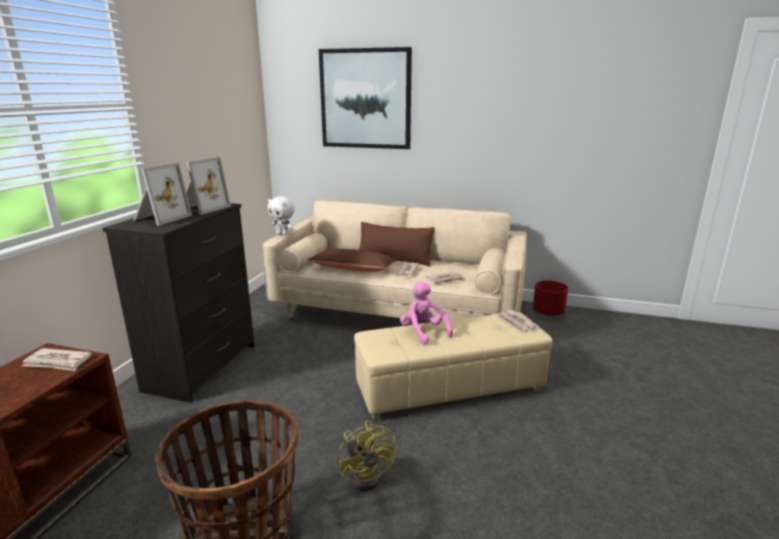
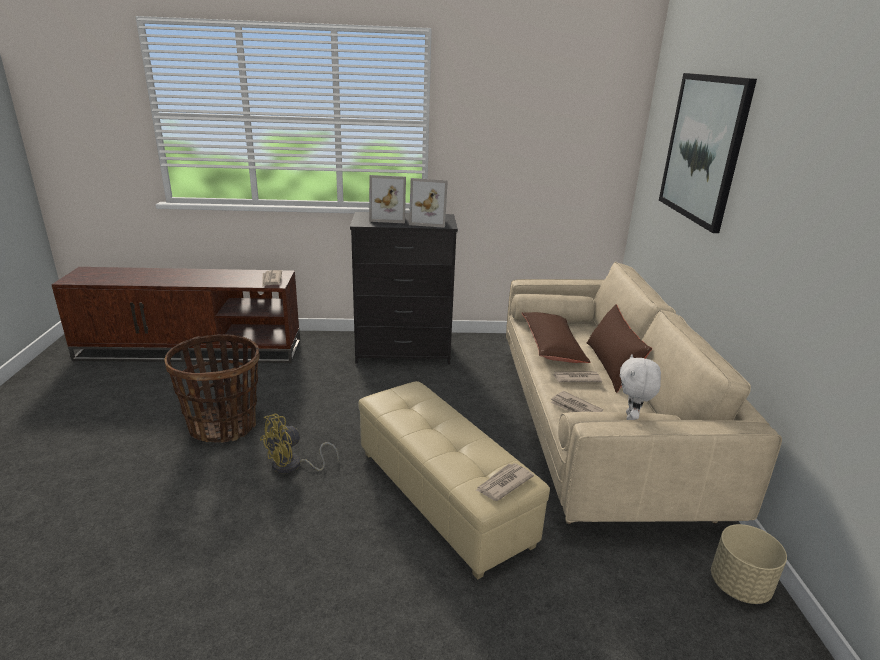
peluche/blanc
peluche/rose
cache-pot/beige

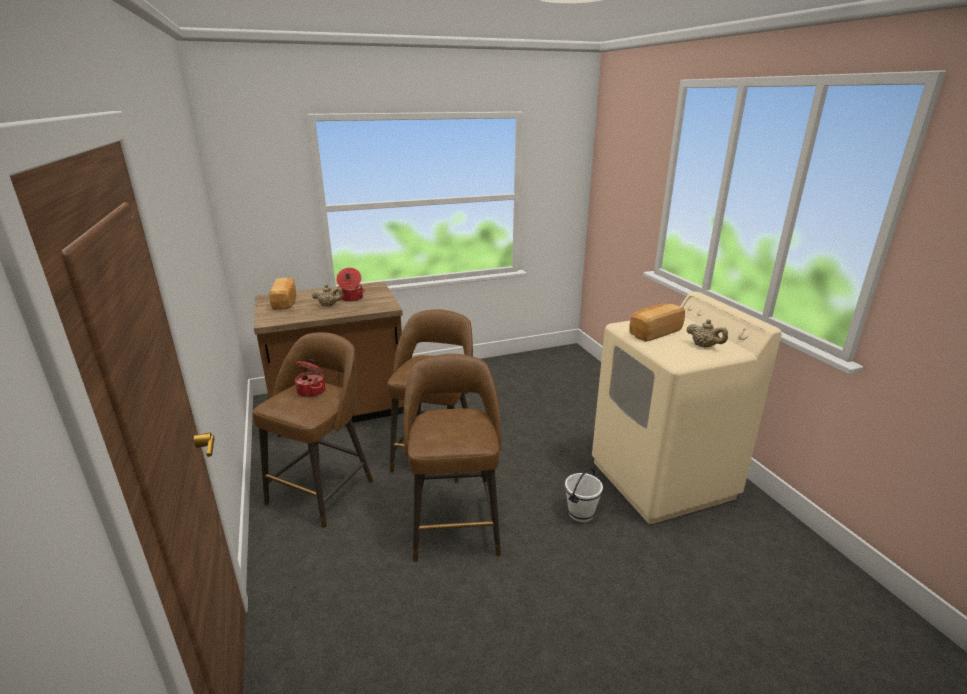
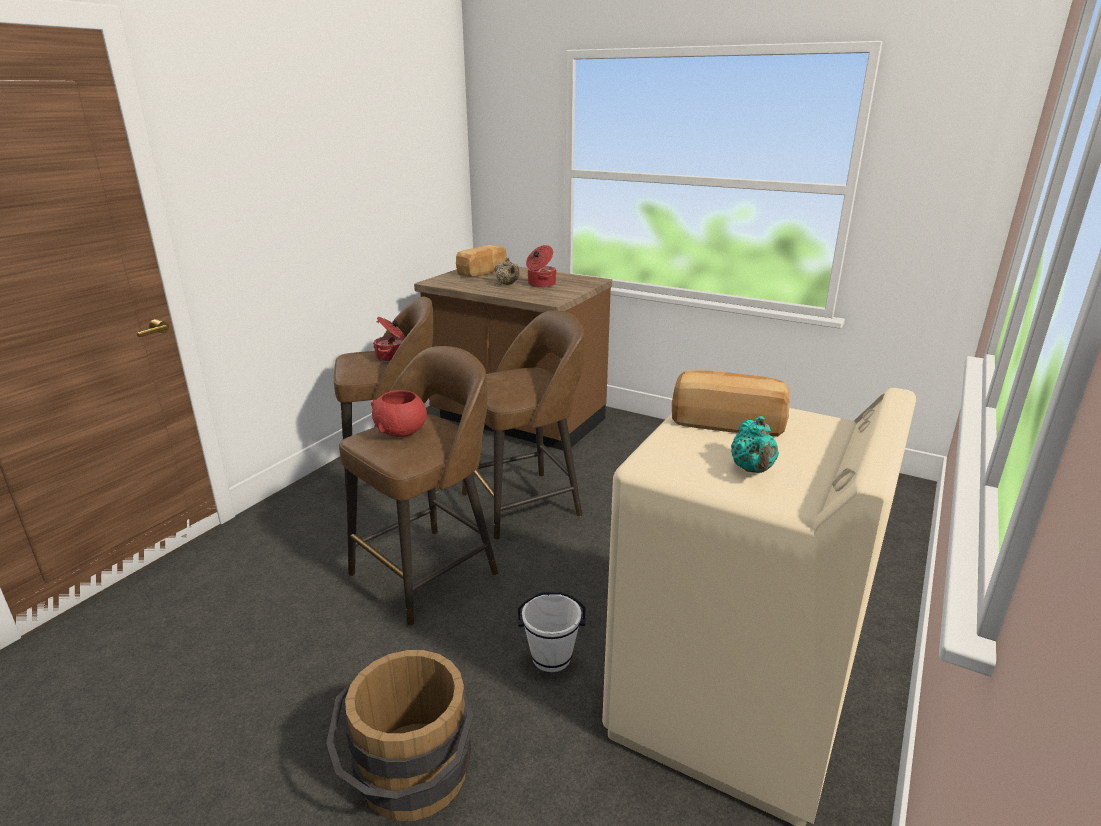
théière/turquoise
seau/marron
bol/rouge

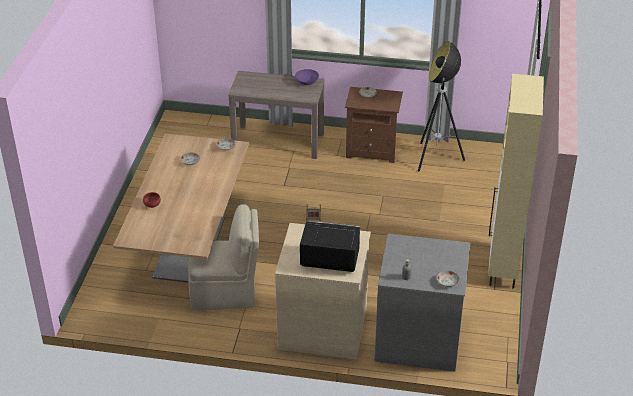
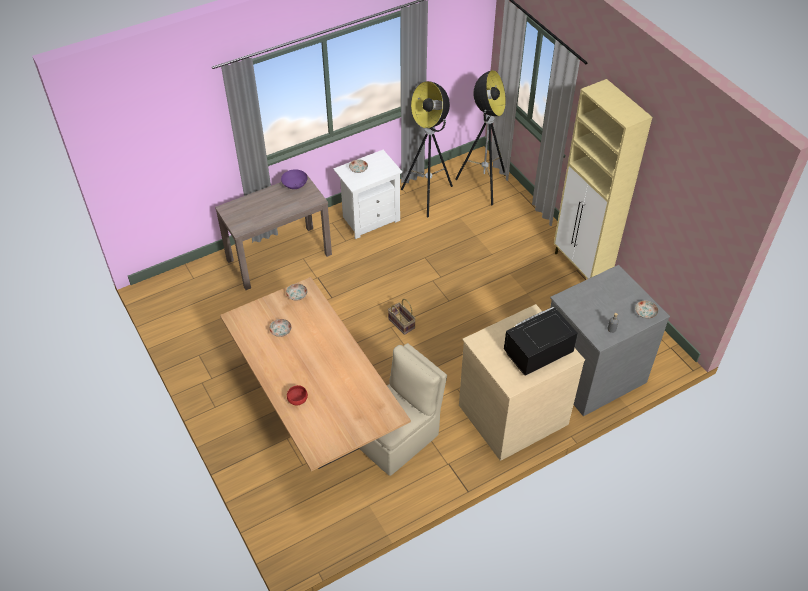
table de chevet/blanc
lampadaire (2nd from left)

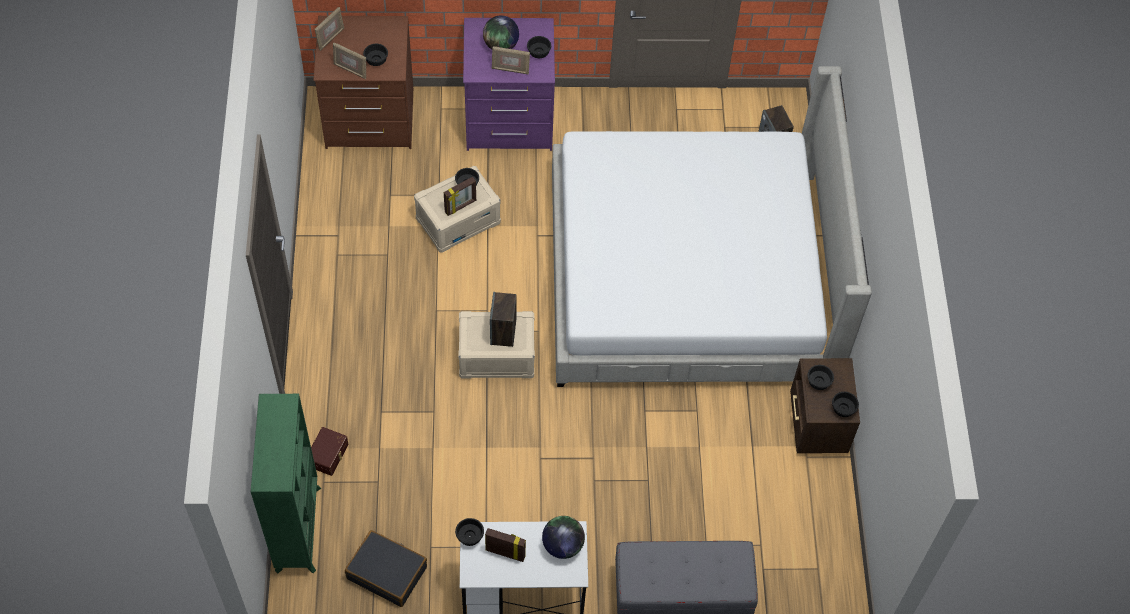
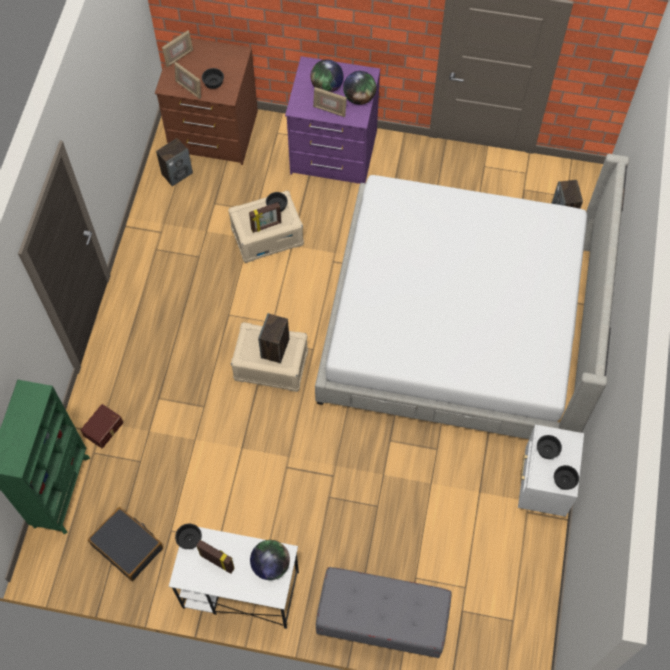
globe (3rd from left)
table de chevet/blanc
enceinte (1st from left)

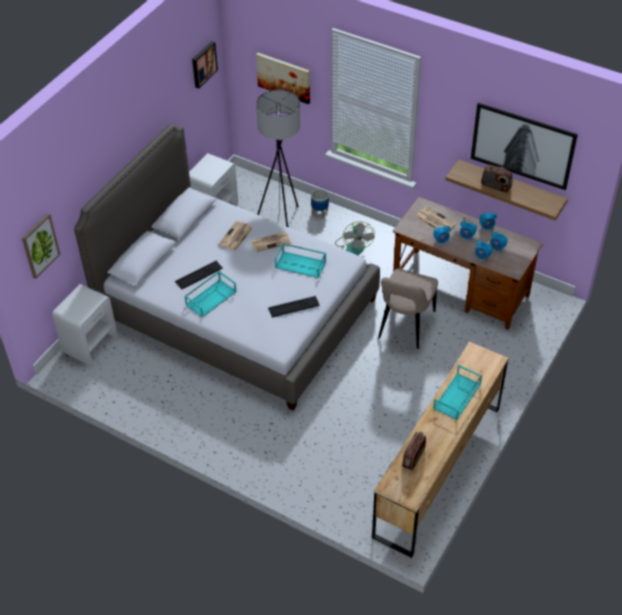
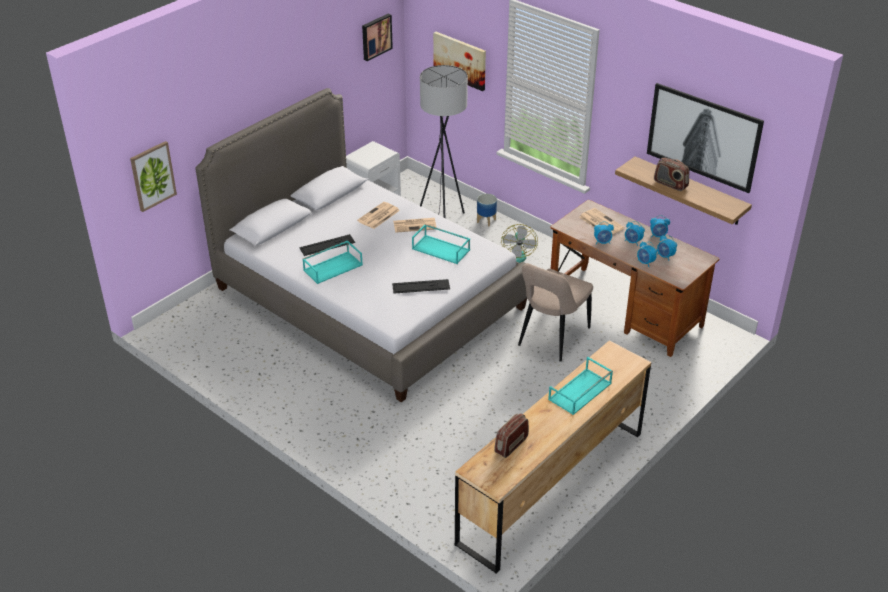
table de chevet/blanc (1st from left in the first image)

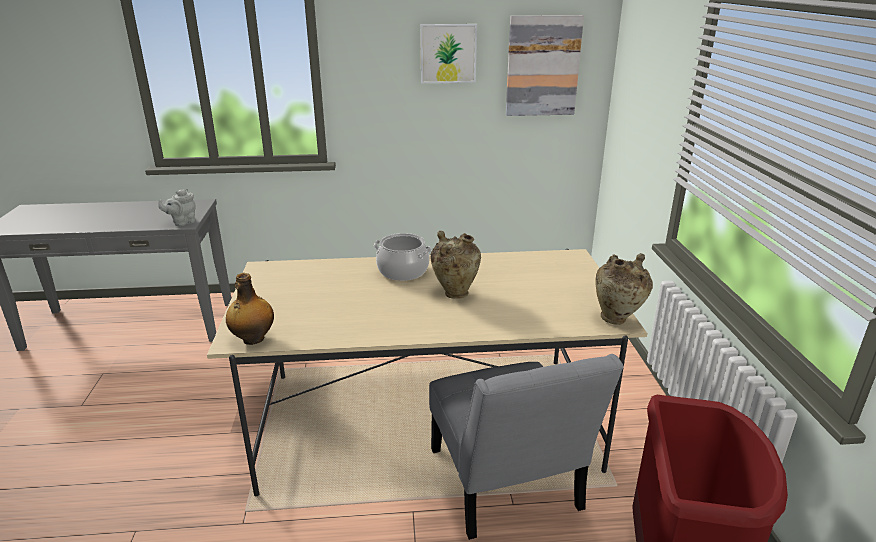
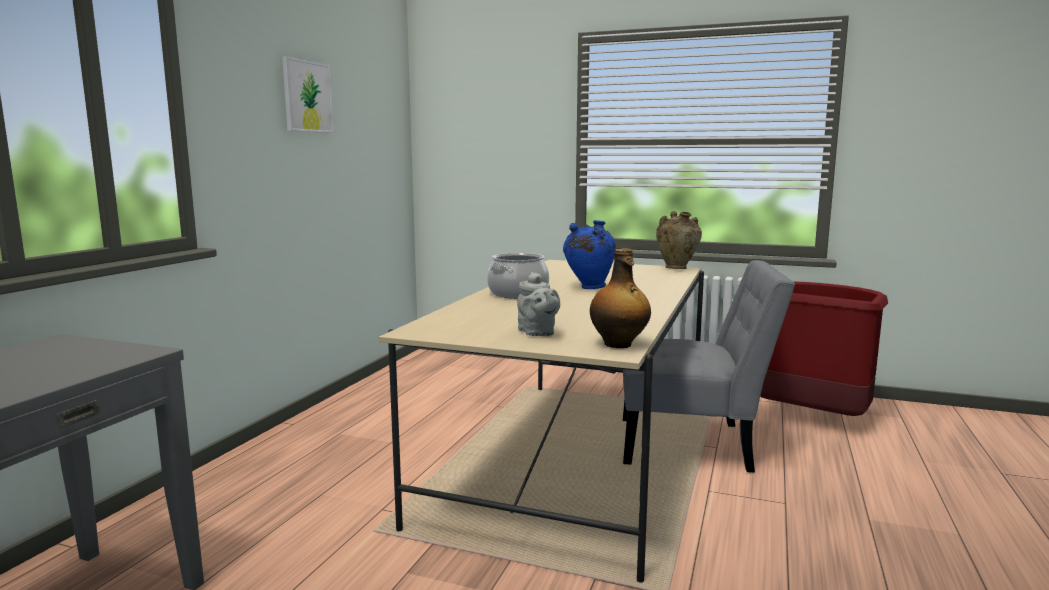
théière/gris
vase/bleu
tableau (2nd from left in the first image)

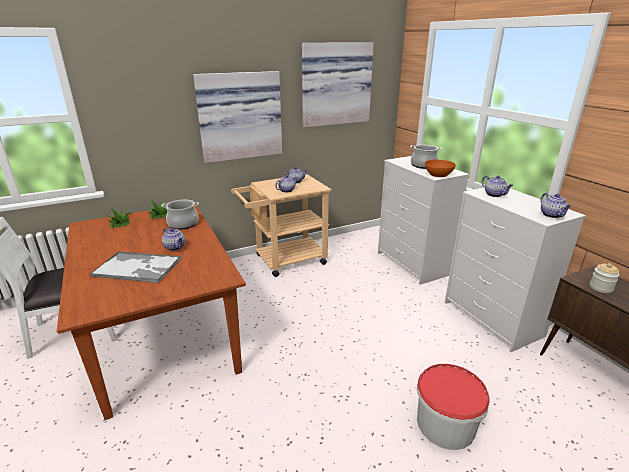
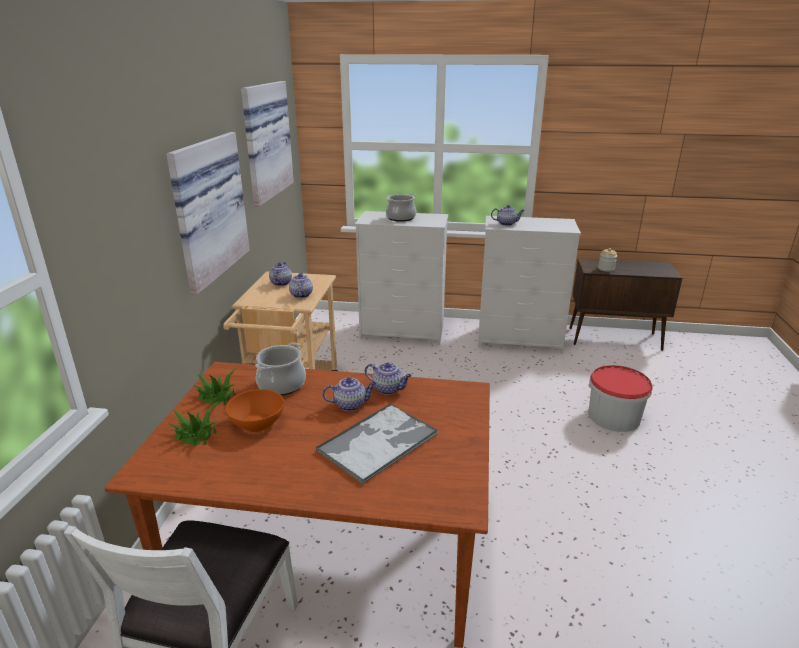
bol/orange
théière (4th from left)

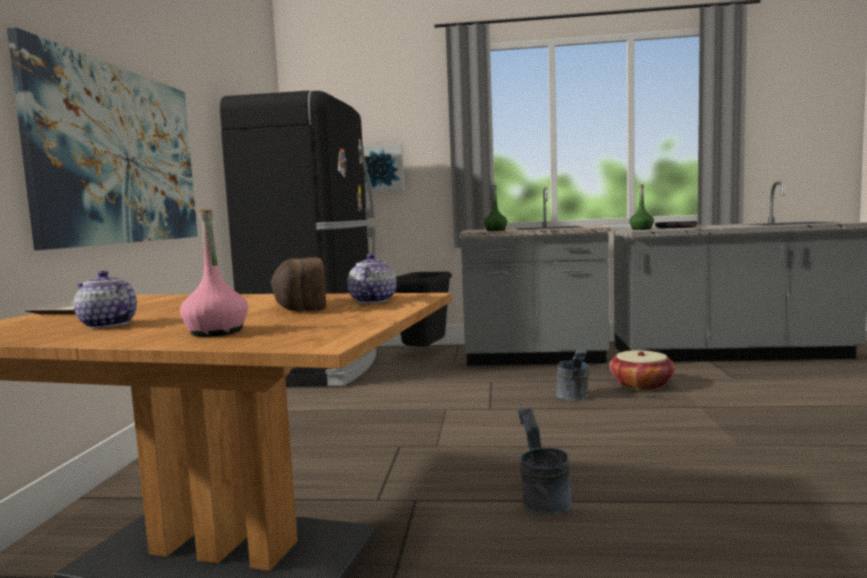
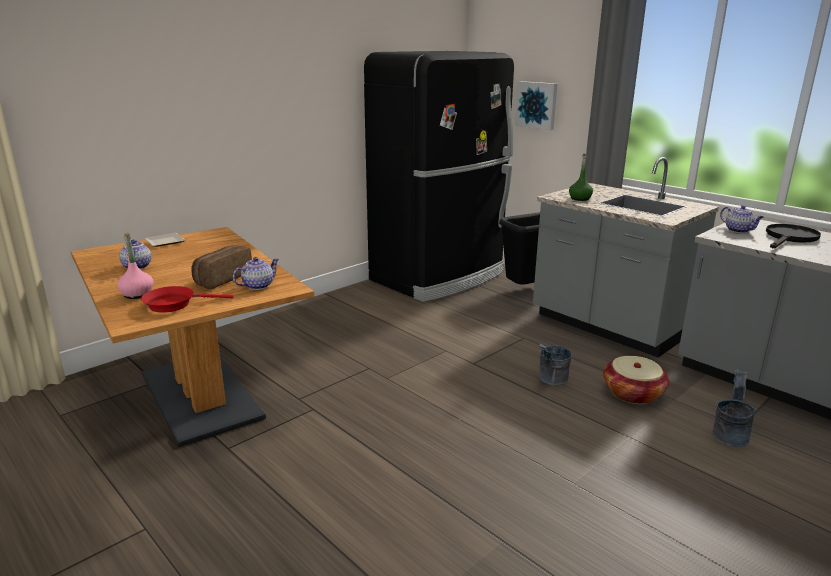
tableau (1st from left in the first image)
seau/gris (2nd from left)
théière (3rd from left)
poêle/rouge

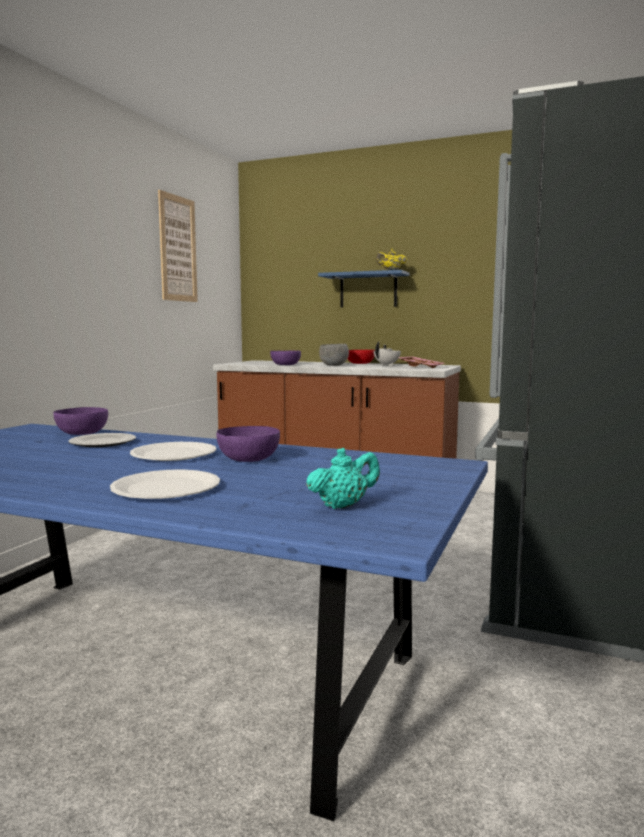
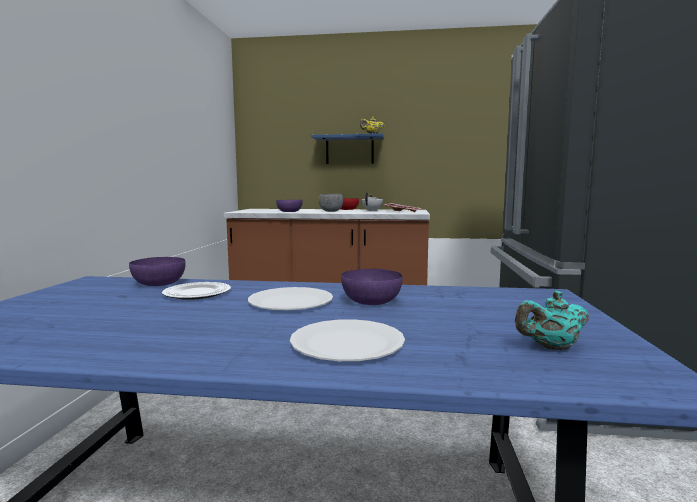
tableau
théière/turquoise

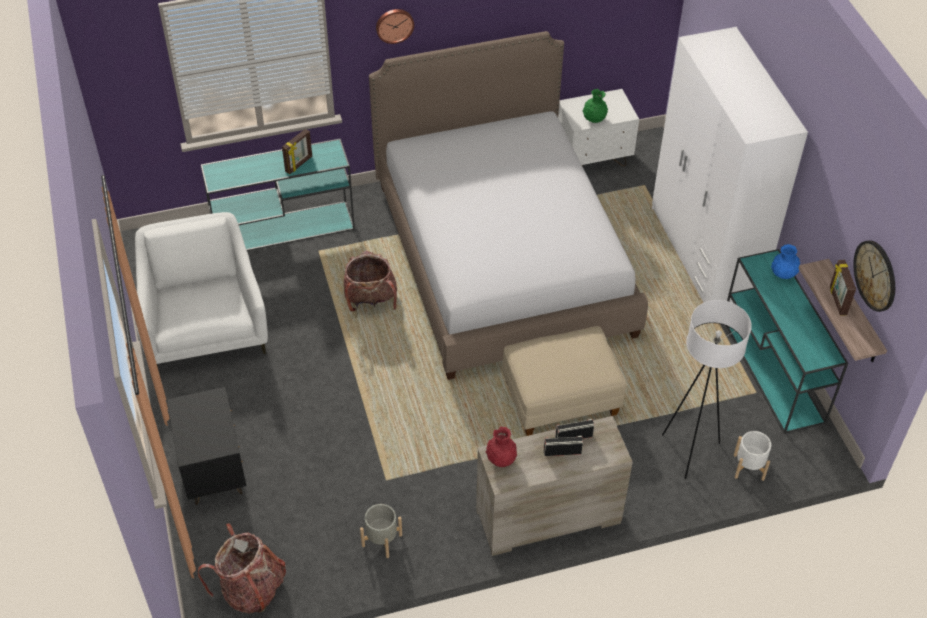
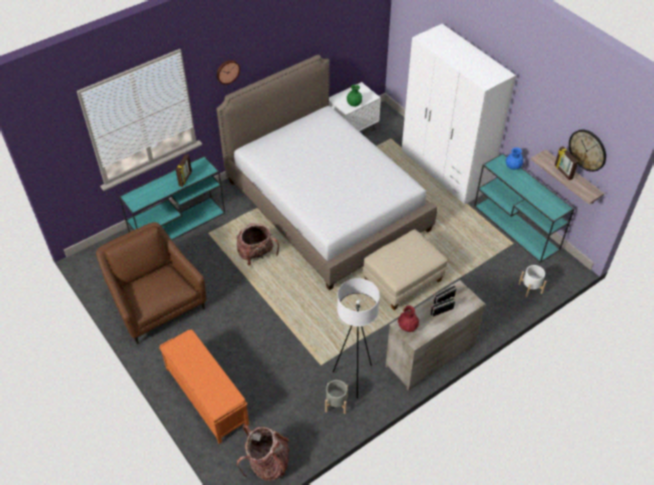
fauteuil/marron
banc/orange
lampadaire/blanc

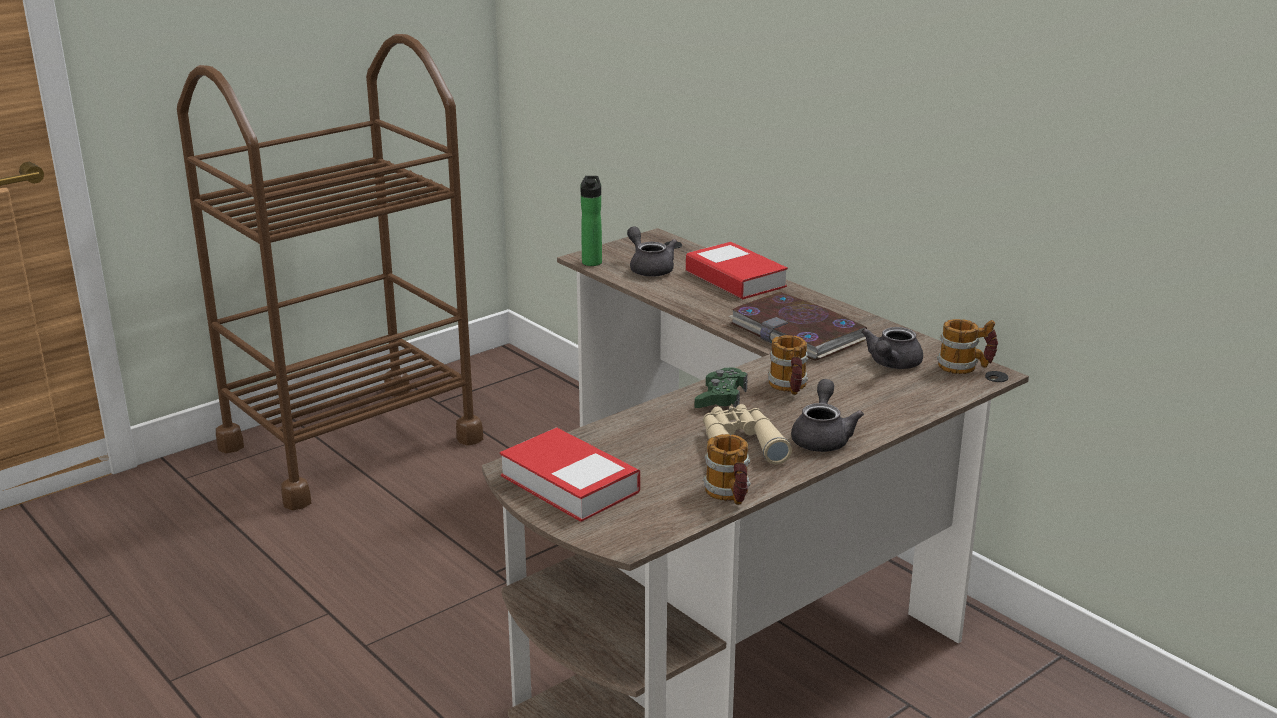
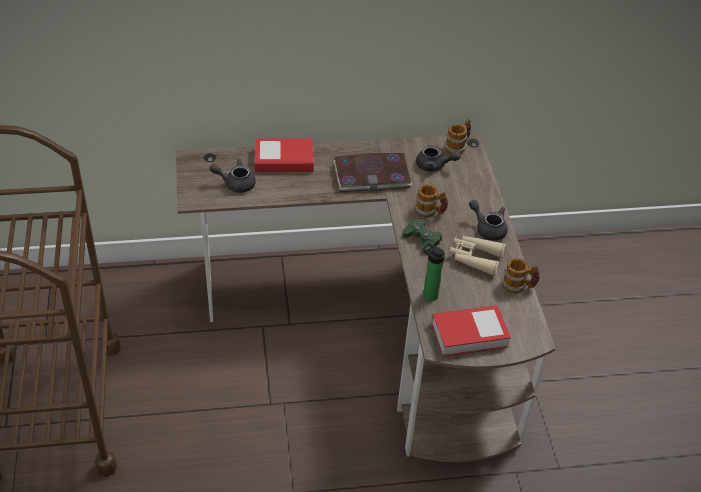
bouteille
théière/gris (2nd from left)

